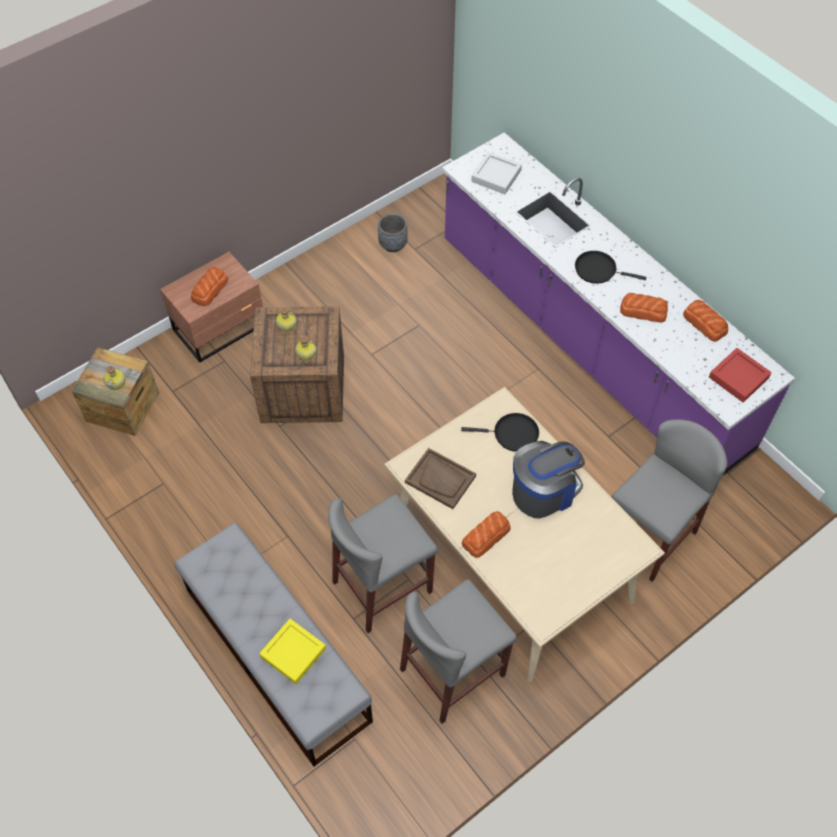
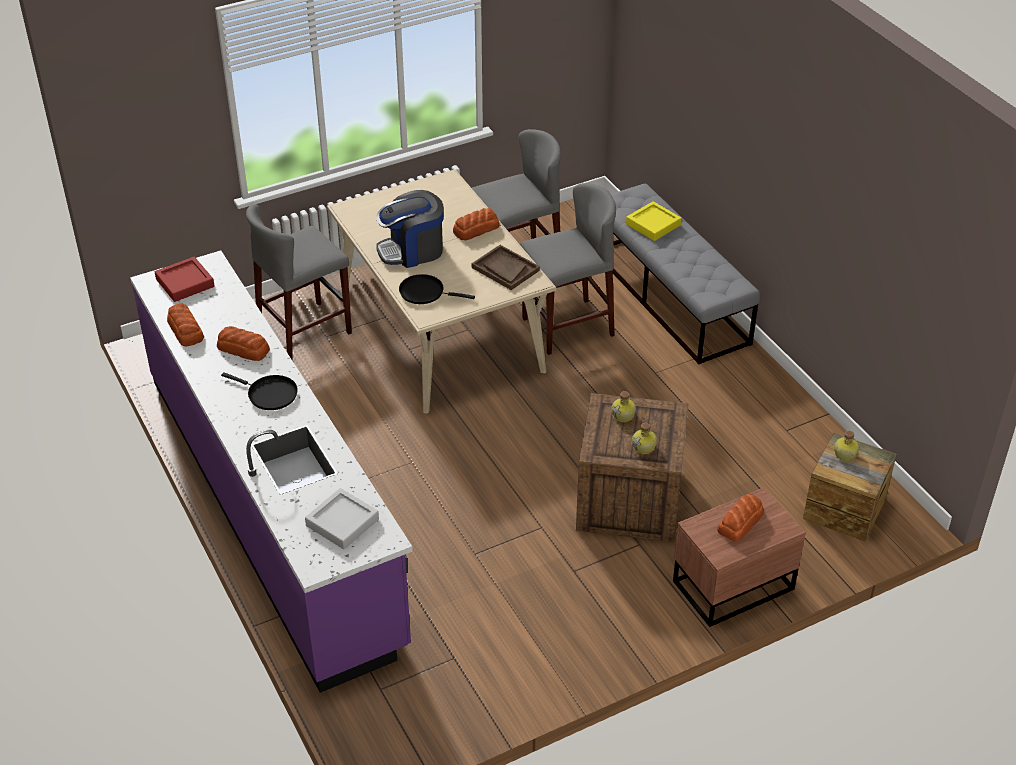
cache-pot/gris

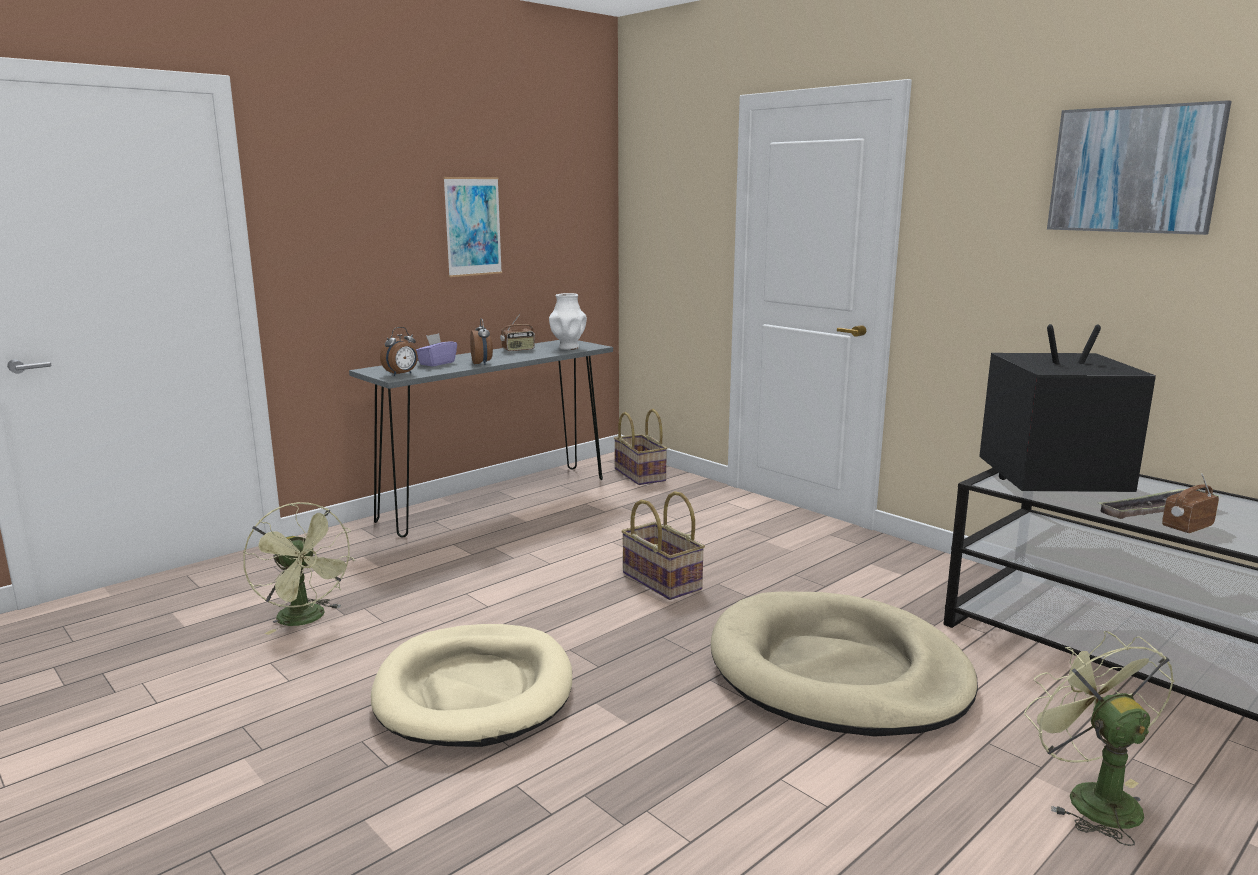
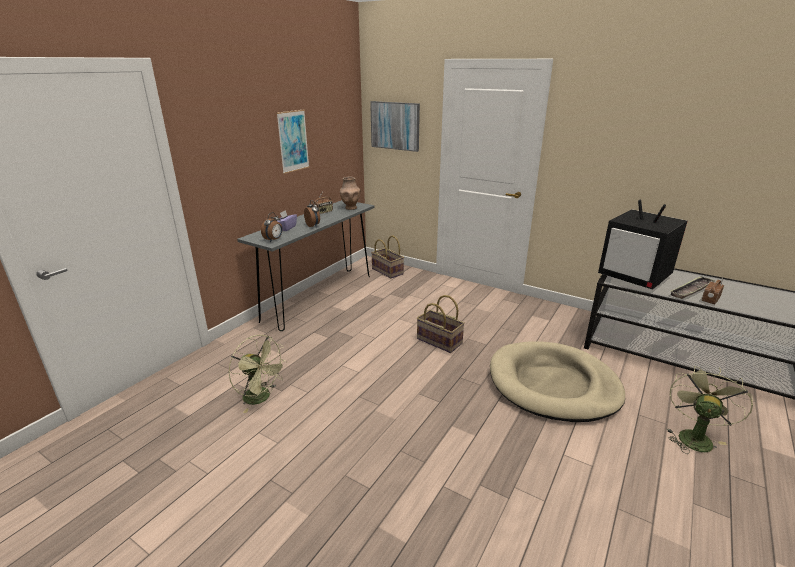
panier pour chien/beige (1st from left in the first image)
vase/marron
téléviseur
ventilateur/vert (2nd from left)
tableau (2nd from left)

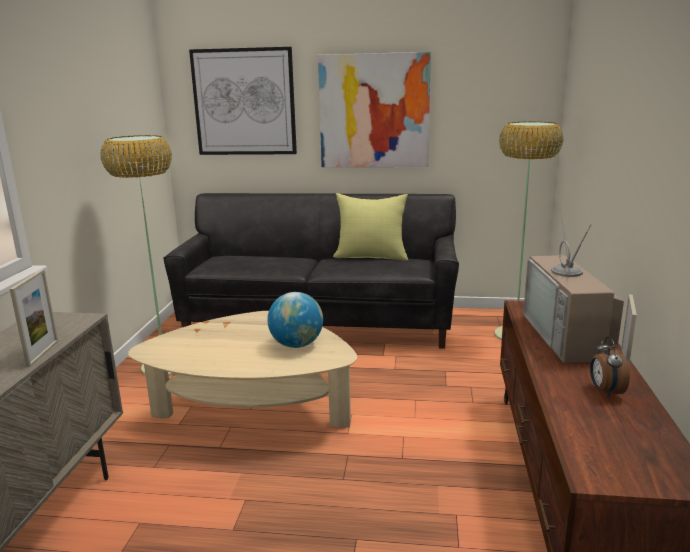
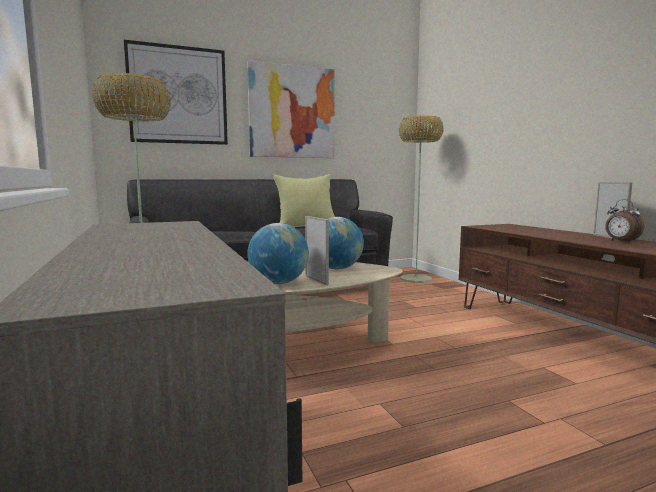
cadre photo (1st from left)
téléviseur
globe (1st from left)

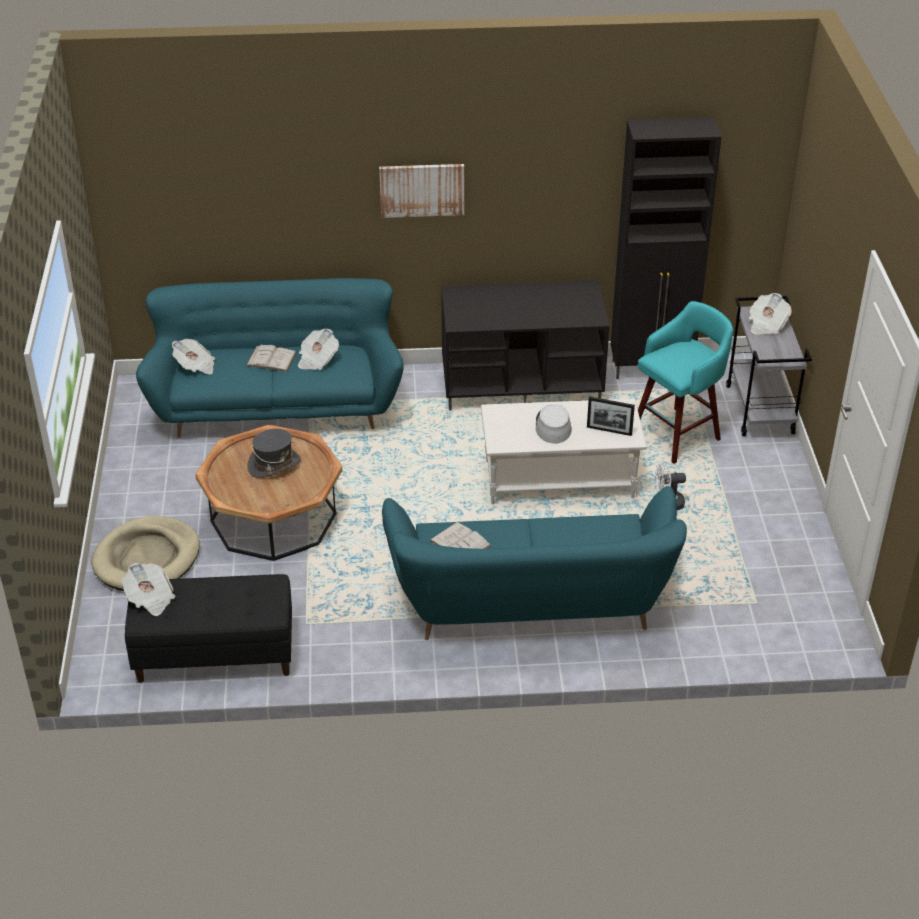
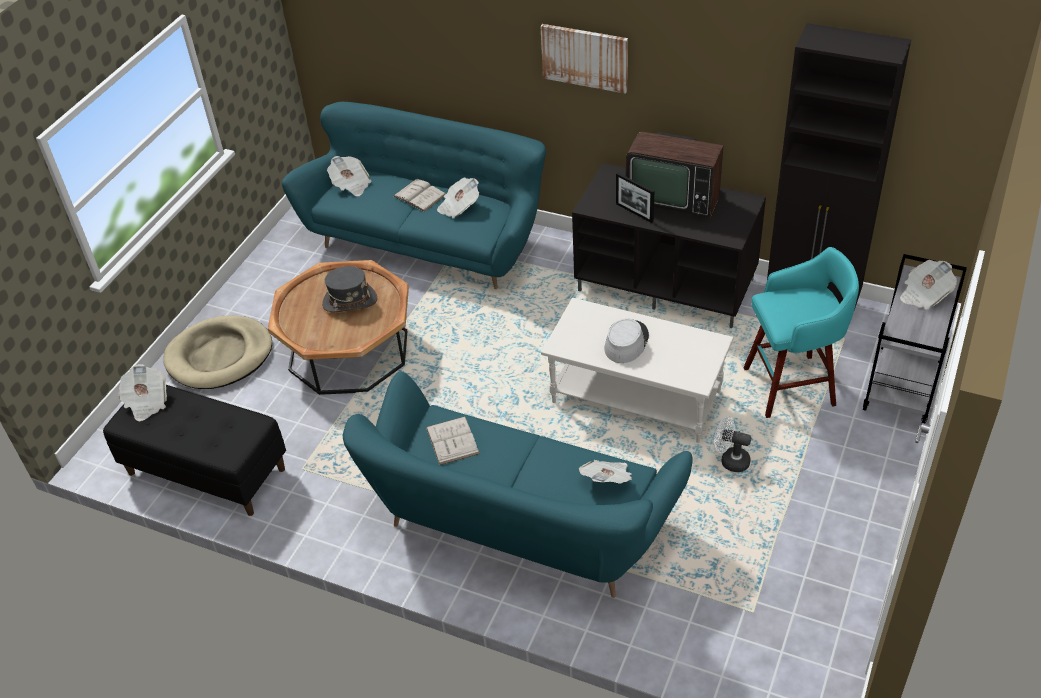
cadre photo
journal (4th from left)
téléviseur

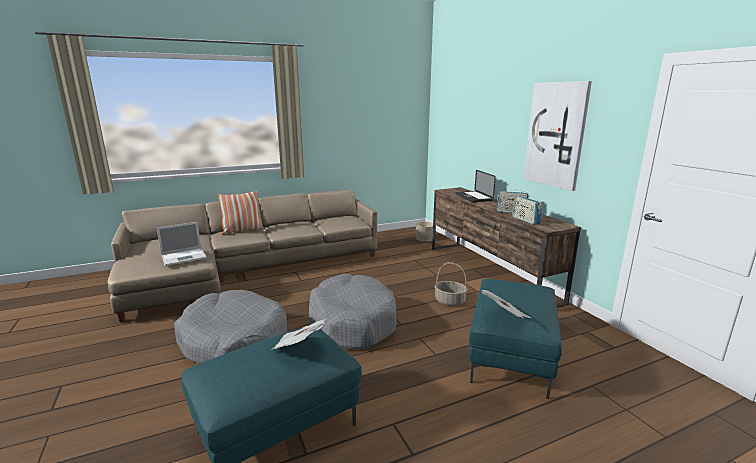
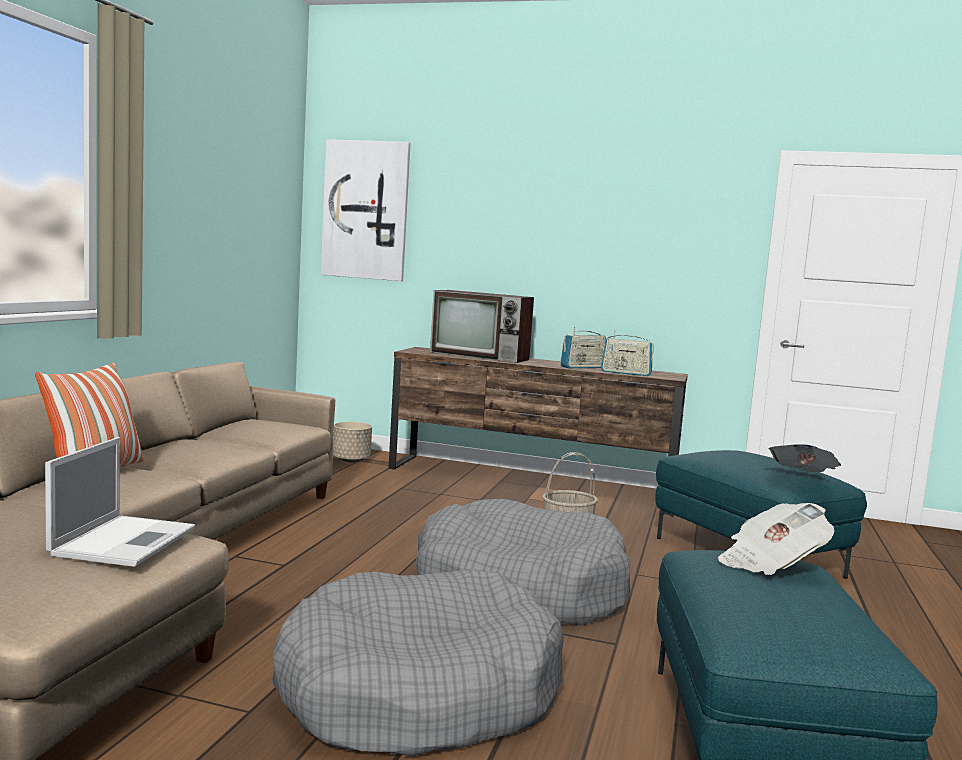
téléviseur
tableau

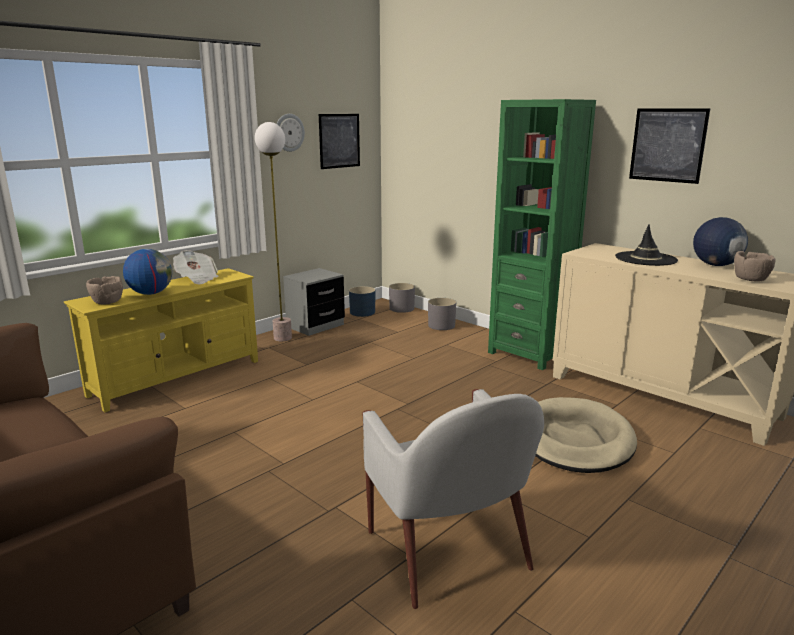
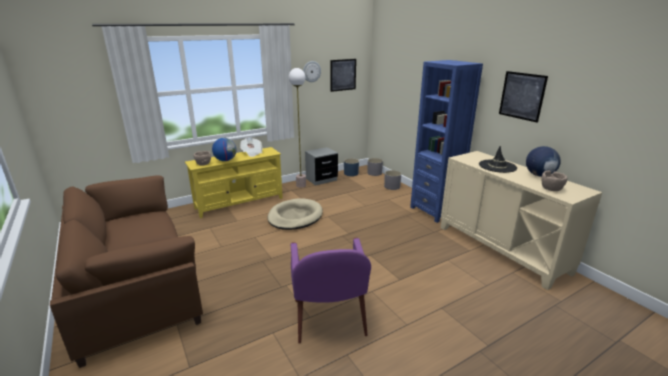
fauteuil/violet
bibliothèque/bleu
panier pour chien/beige

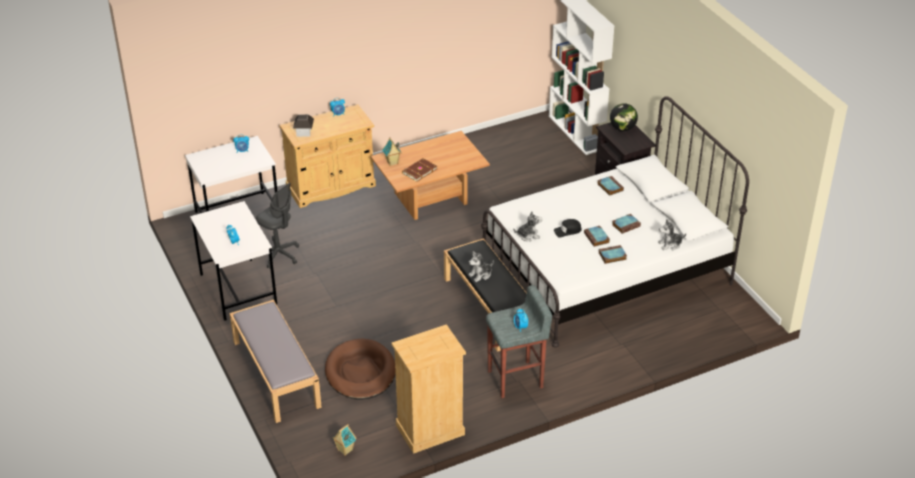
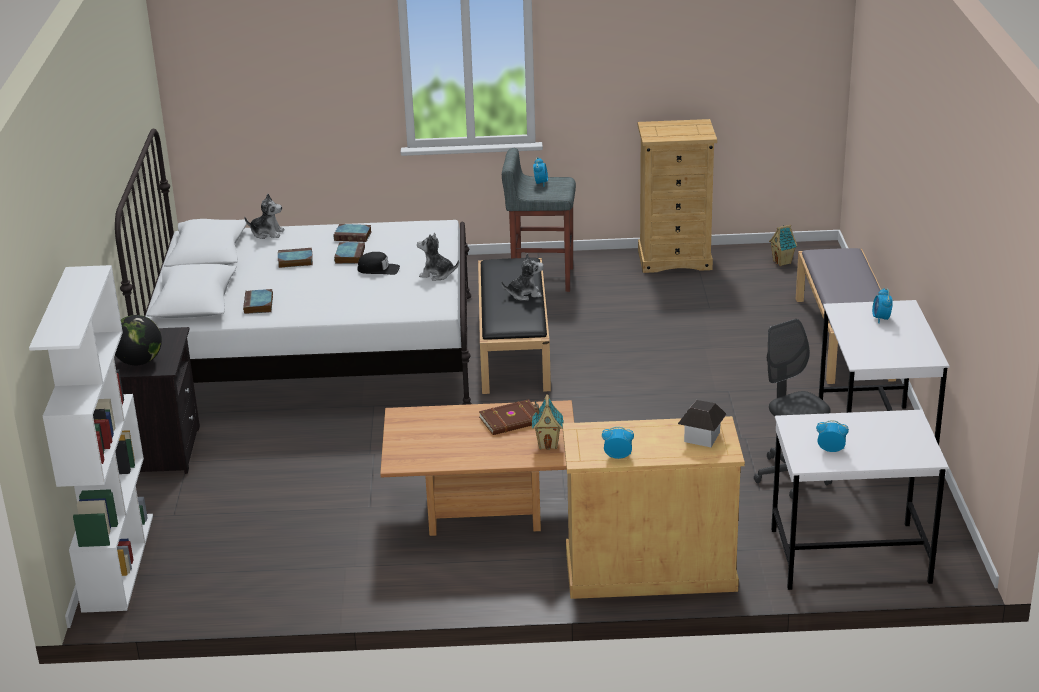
panier pour chien/marron

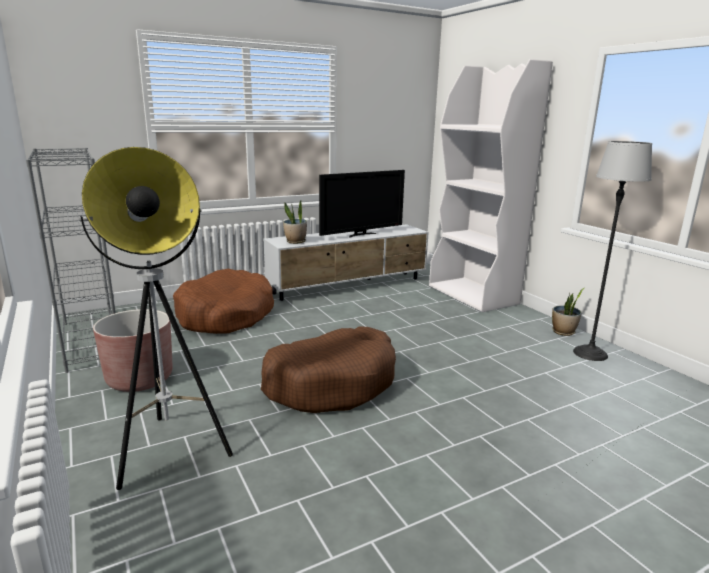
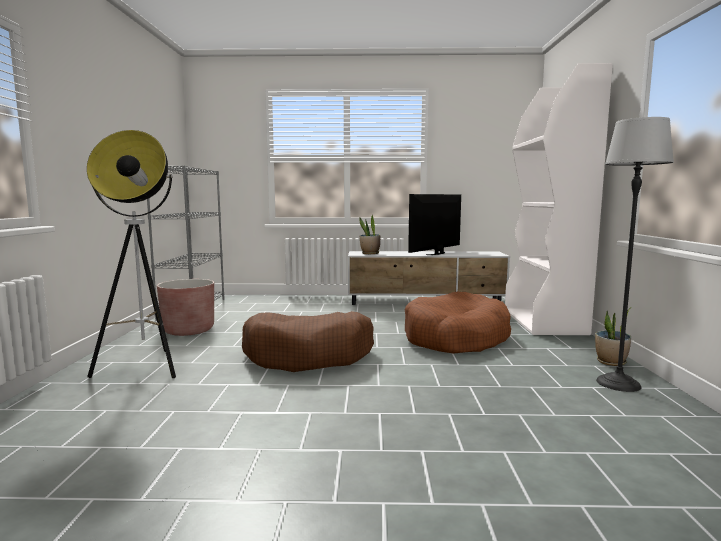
panier pour chien/marron (2nd from left)
téléviseur

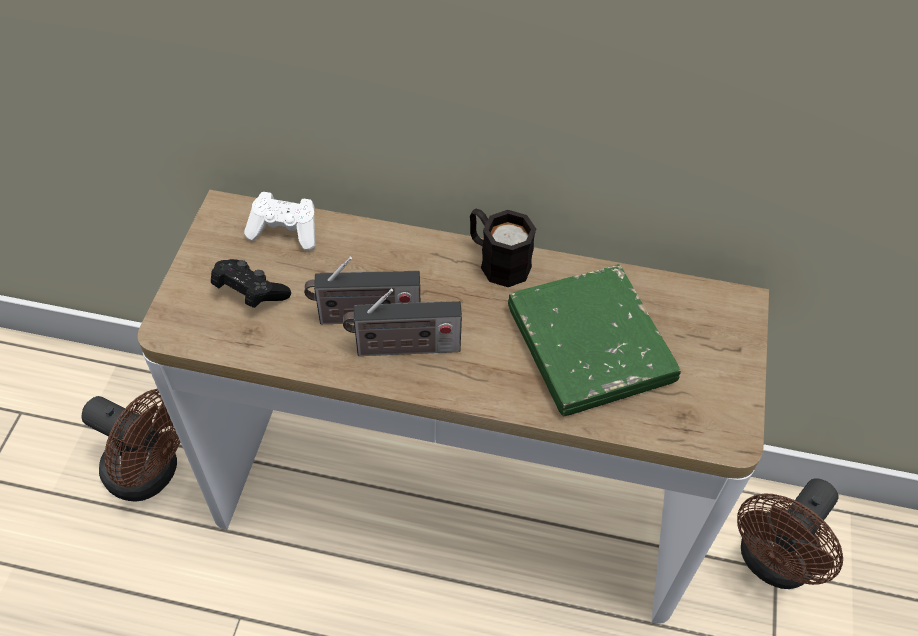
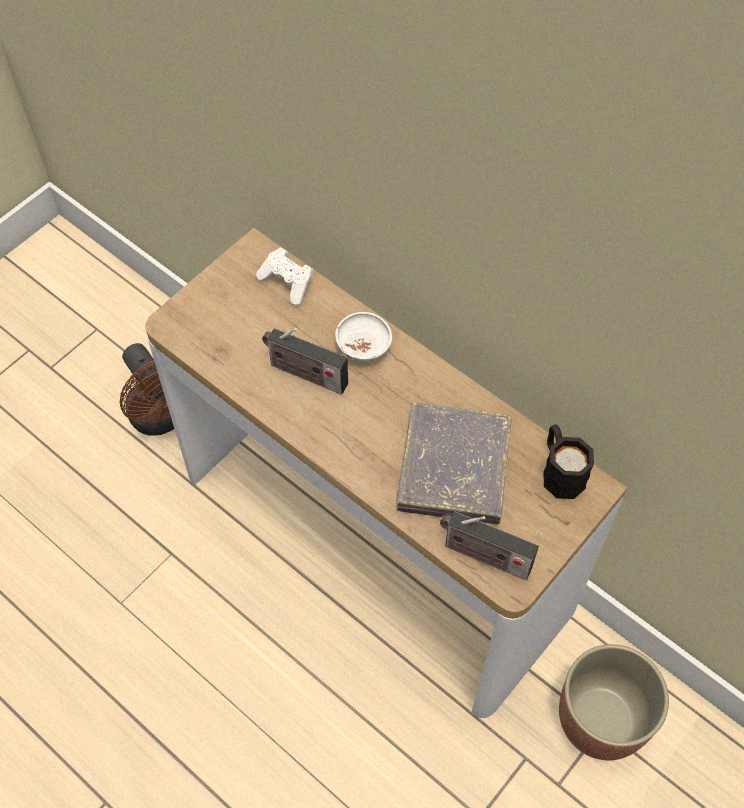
manette/noir
radio (2nd from left)
mug/noir
livre/gris
cache-pot
bol/blanc

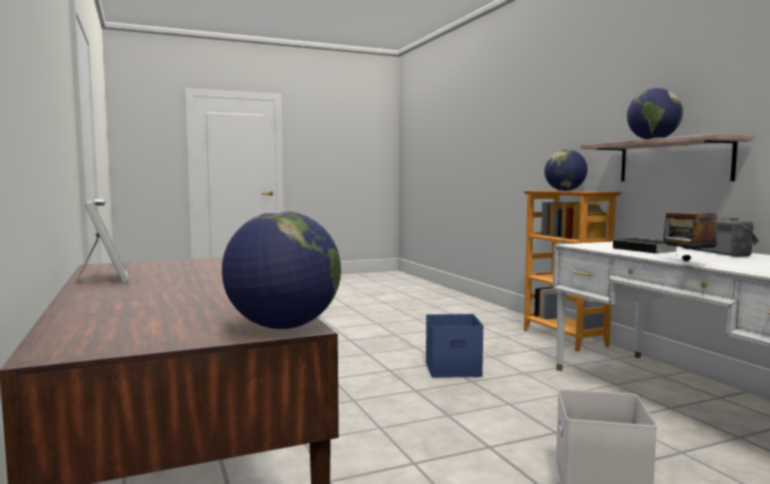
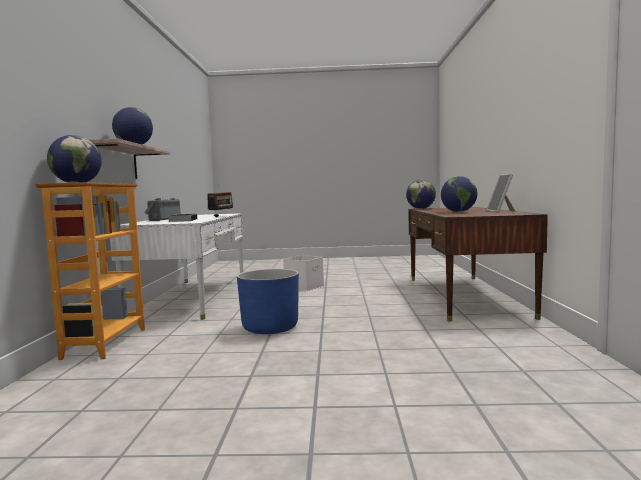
cache-pot/bleu
globe (4th from left)

